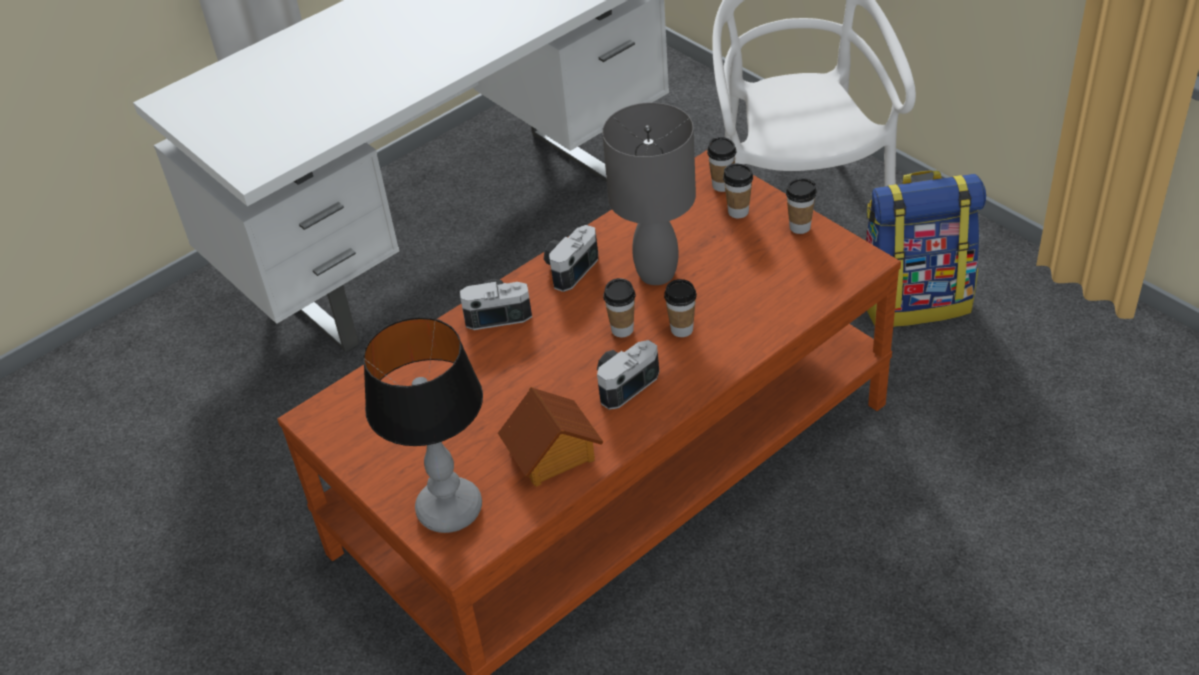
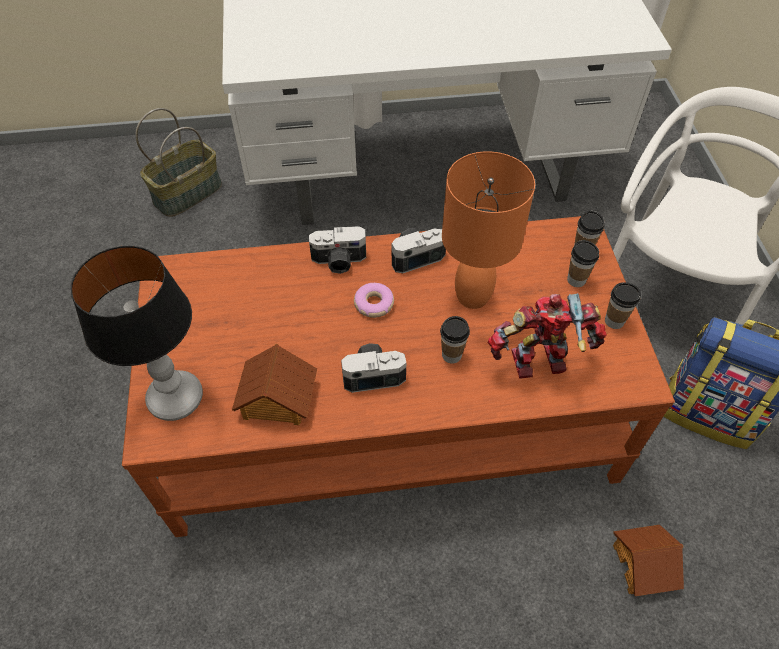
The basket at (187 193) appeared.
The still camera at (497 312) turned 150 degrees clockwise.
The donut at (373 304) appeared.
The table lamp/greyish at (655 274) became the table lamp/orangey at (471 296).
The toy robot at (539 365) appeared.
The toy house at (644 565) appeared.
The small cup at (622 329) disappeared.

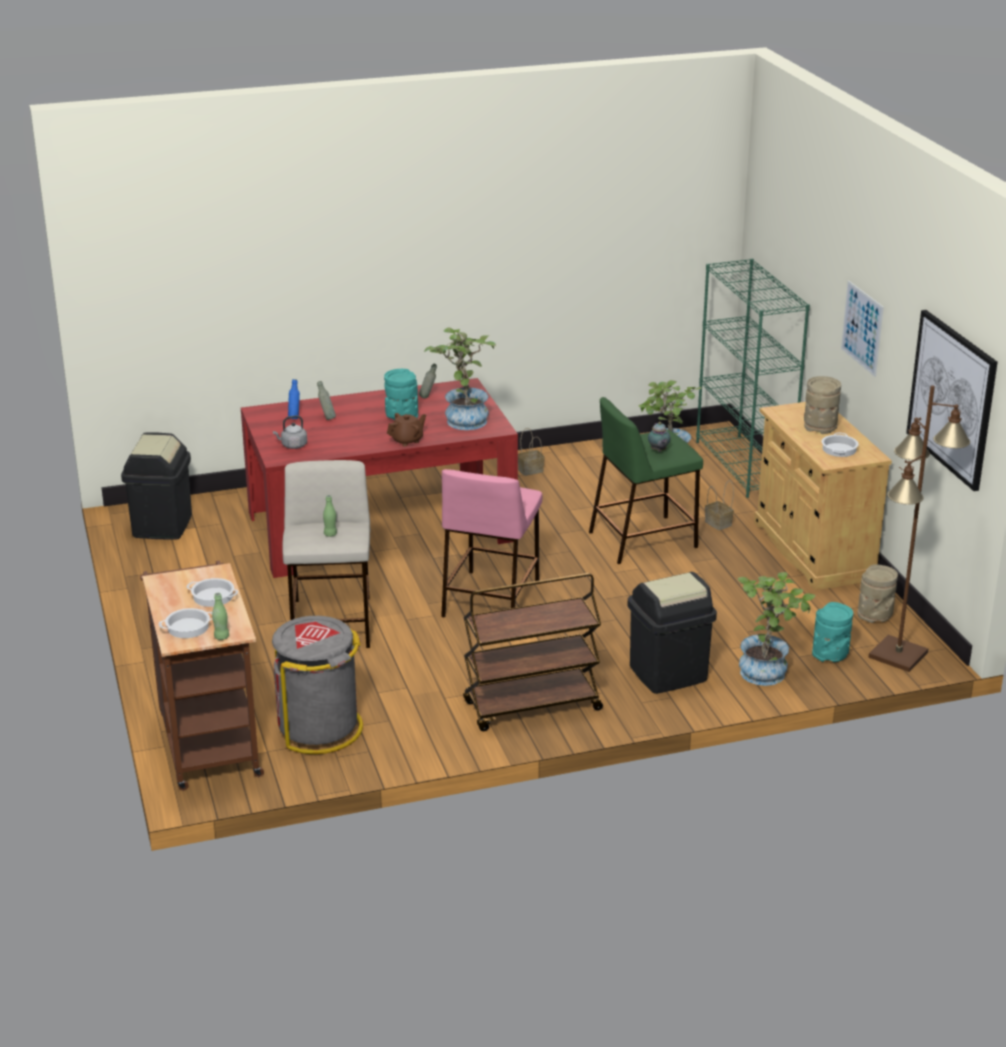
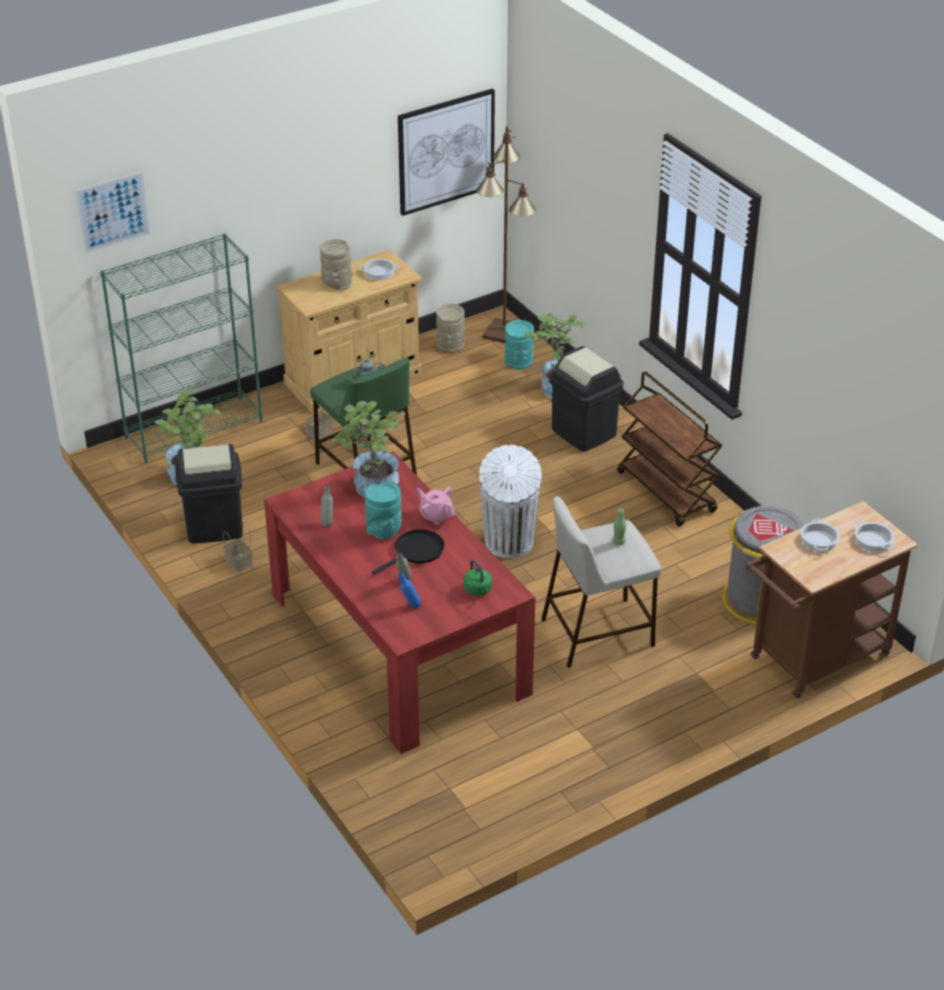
The wall picture moved from (862 328) to (113 212).
The waste bin/black-coloured moved from (162 526) to (214 526).
The skillet/black-coloured at (416 551) appeared.
The teapot/brownish at (407 440) became the teapot/pink at (436 516).
The kettle/greyish at (292 445) became the kettle/green at (478 590).
The stool/pink at (491 598) was replaced by the waste bin/white-coloured at (509 543).
The bottle/green at (221 637) disappeared.

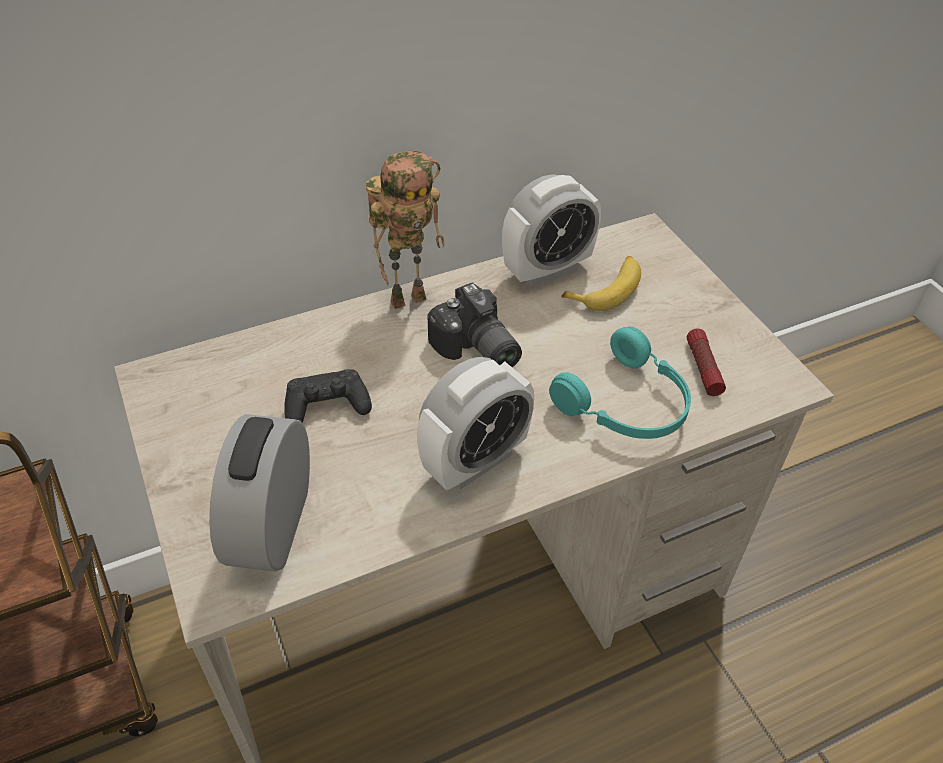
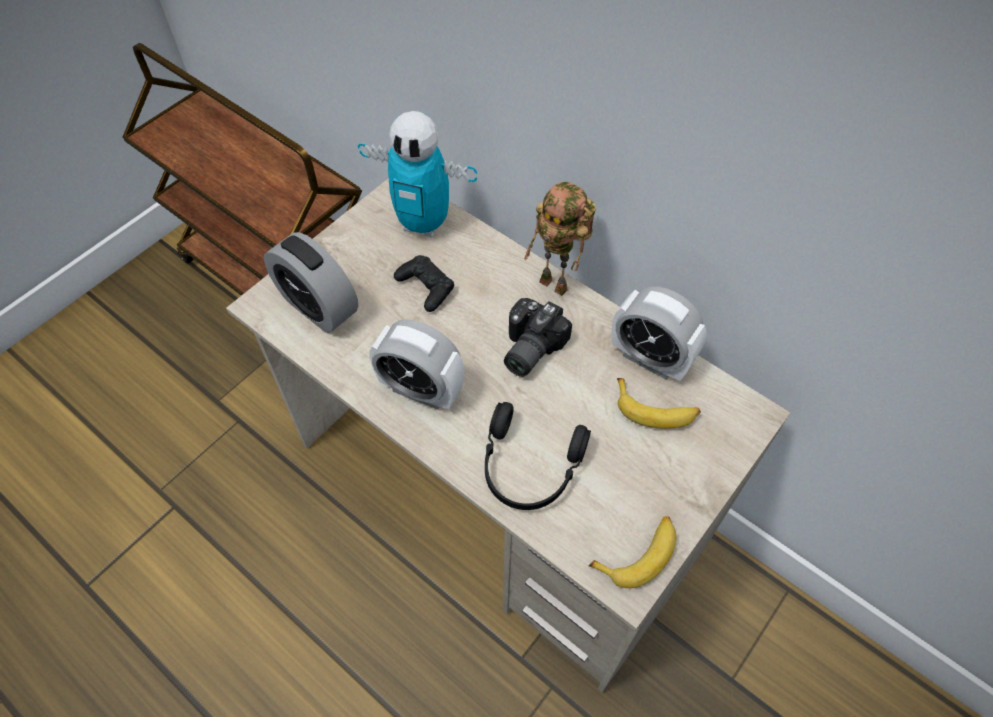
The table clock at (272 524) turned 120 degrees counterclockwise.
The toy robot at (423 224) appeared.
The headphones/turquoise at (627 405) became the headphones/black-coloured at (529 467).
The banana at (638 553) appeared.
The flashlight at (703 368) disappeared.

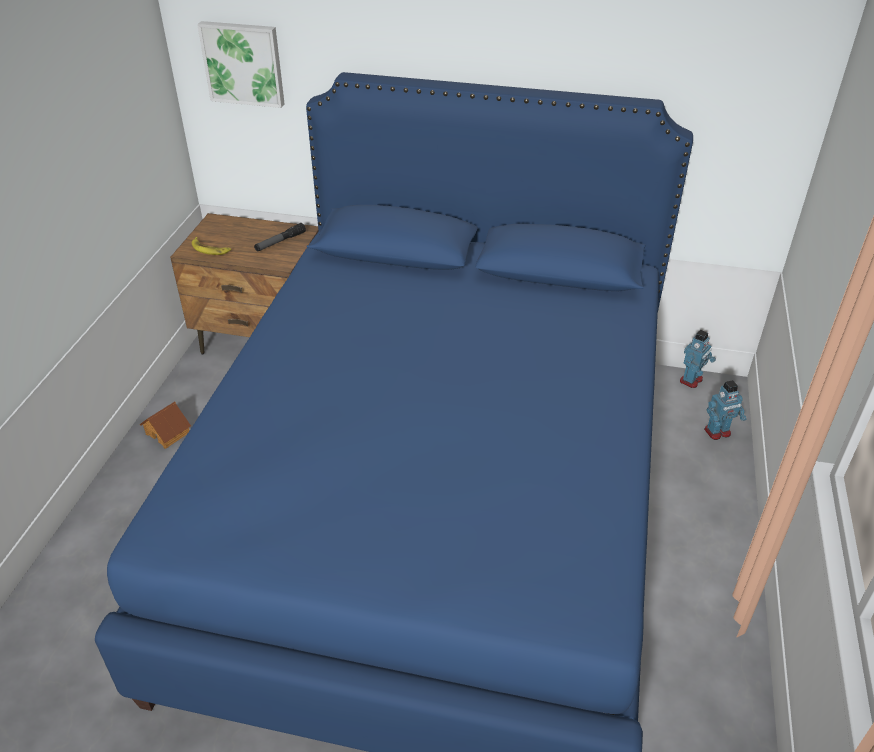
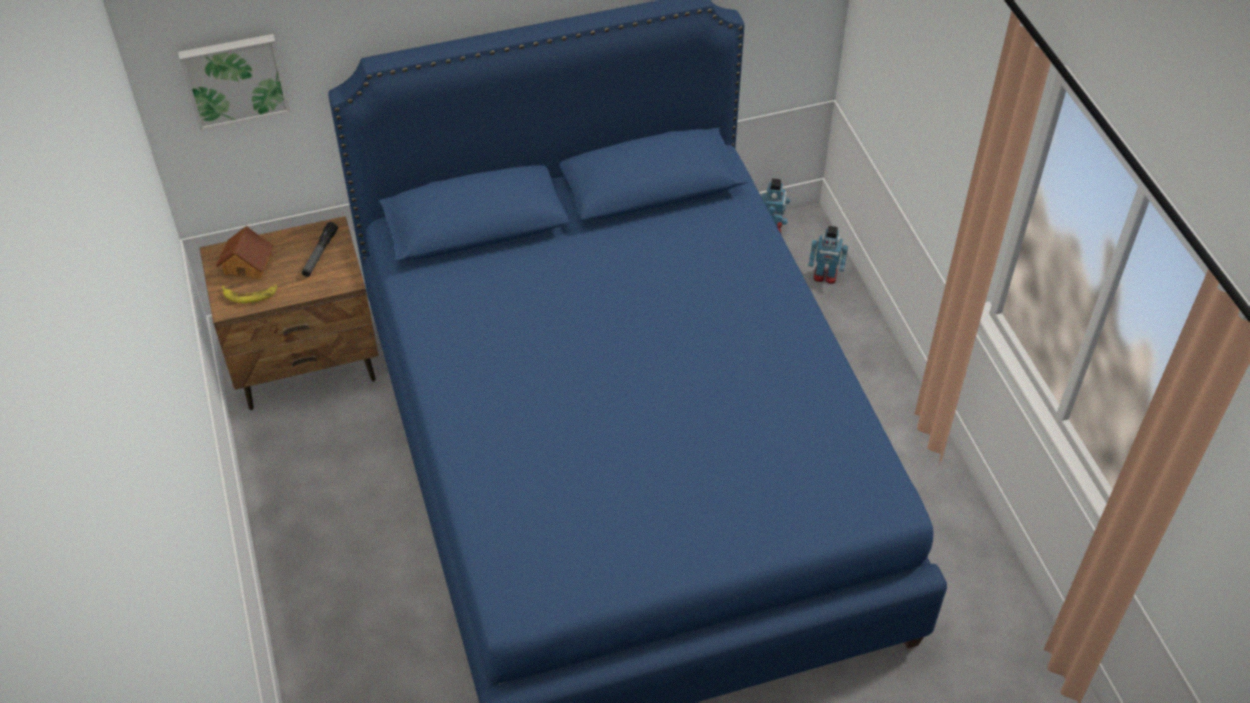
The toy house moved from (168 433) to (248 264).
The toy robot at (717 432) turned 60 degrees clockwise.

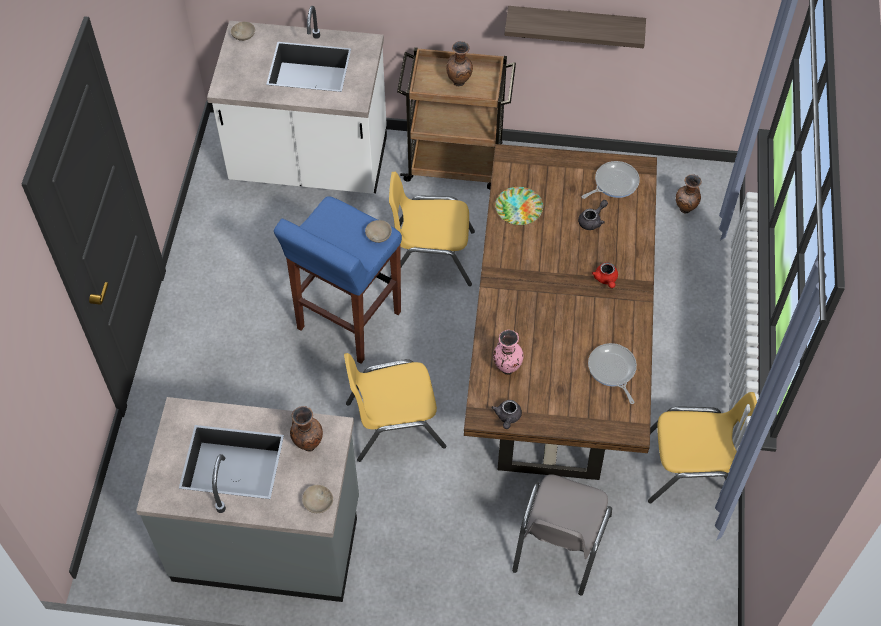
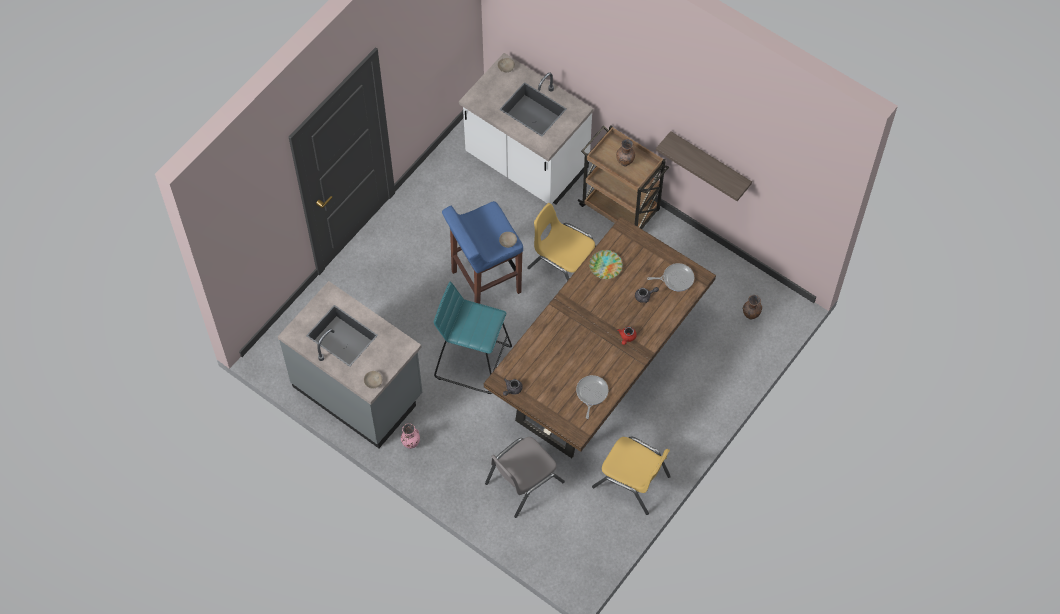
The flower vase/pink moved from (506 368) to (410 444).
The chair/yellowish at (394 423) was replaced by the stool/turquoise at (473 361).
The flower vase/brownish at (307 444) disappeared.

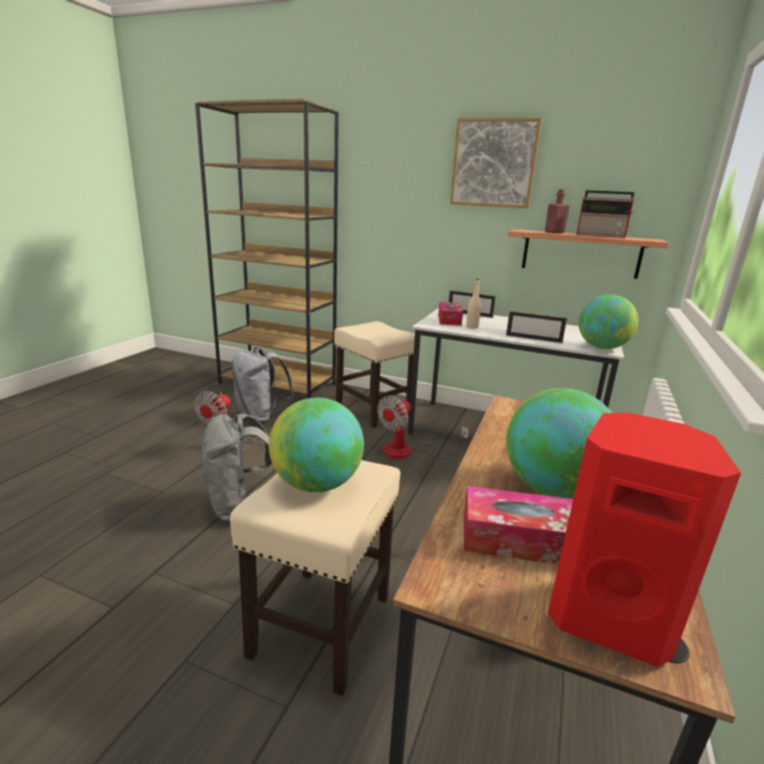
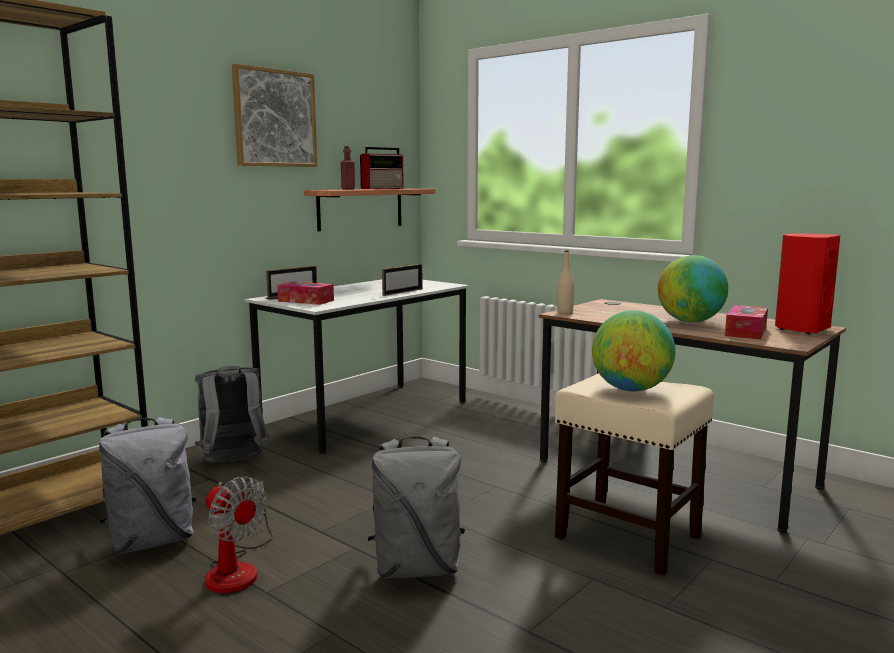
The stool/beige-coloured at (372 410) was replaced by the backpack/greyish at (233 462).
The bottle/beige-coloured moved from (472 327) to (564 312).
The cooling fan at (408 452) disappeared.
The desk globe at (602 347) disappeared.

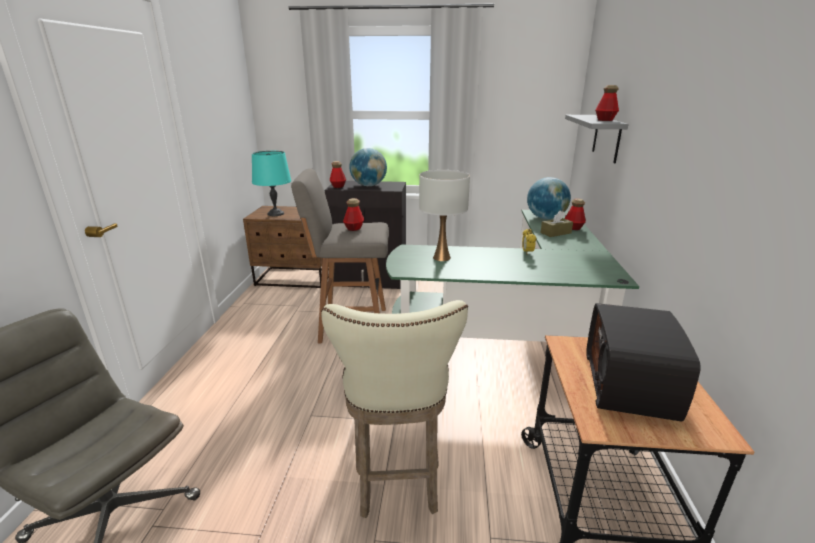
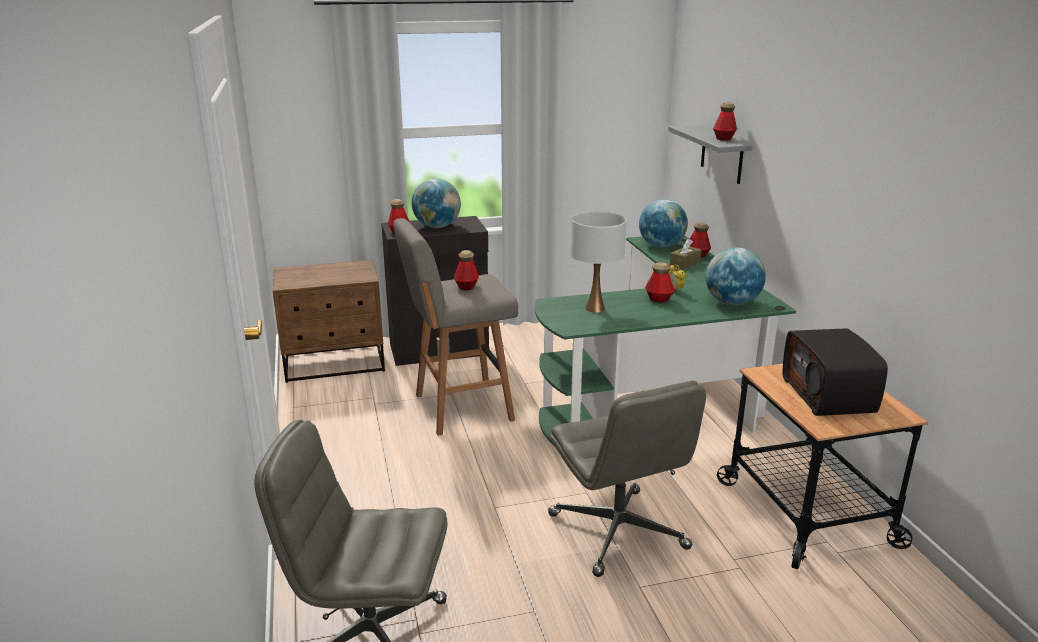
The stool/beige-coloured at (395 470) was replaced by the desk chair/greyish at (619 532).
The bottle at (659 299) appeared.
The desk globe at (732 303) appeared.
The table lamp/turquoise at (276 214) disappeared.

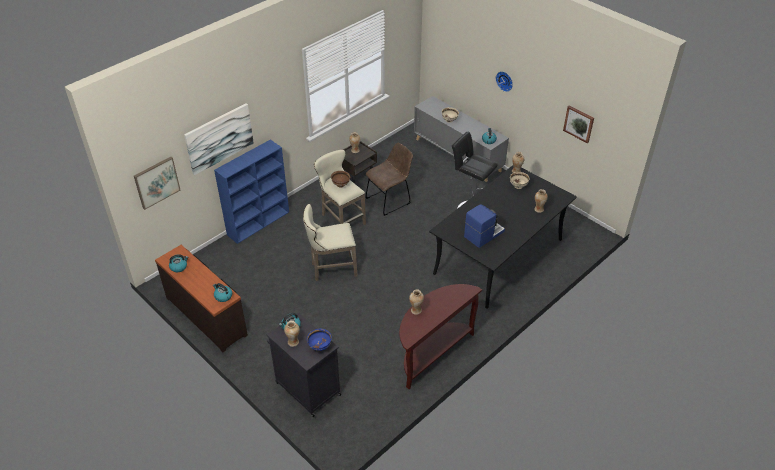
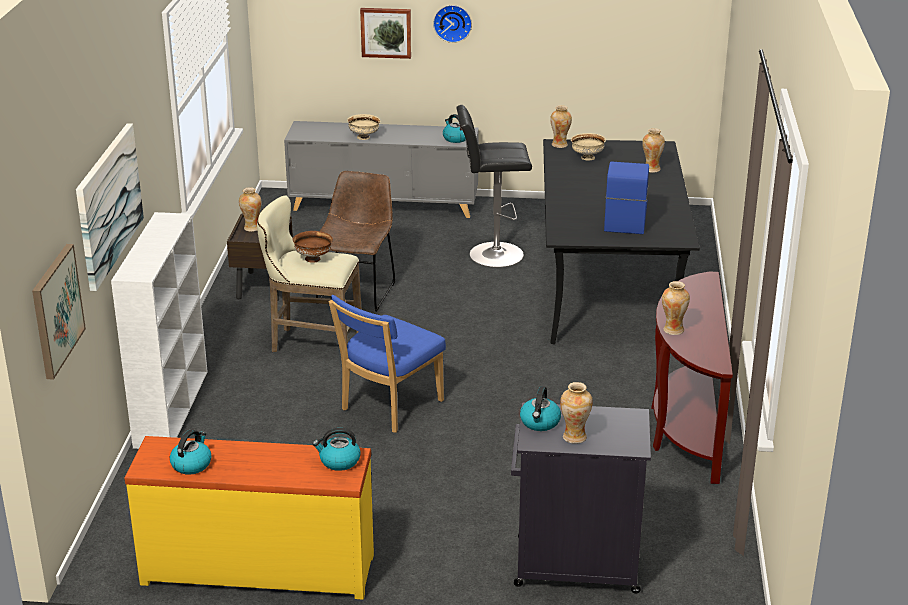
The shelving unit/bluish at (259 223) became the shelving unit/white-coloured at (171 407).
The dresser/brownish at (207 315) became the dresser/yellowish at (259 567).
The stool/beige-coloured at (331 269) was replaced by the chair/bluish at (388 407).
The wall picture moved from (579 123) to (386 32).
The deep dish/bluish at (320 347) disappeared.

